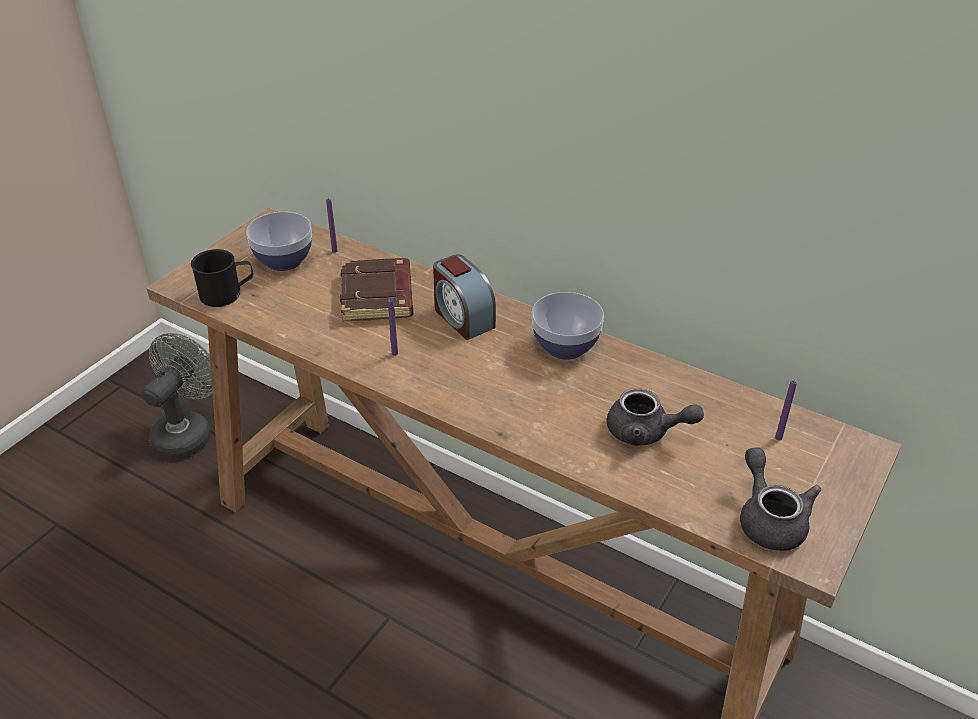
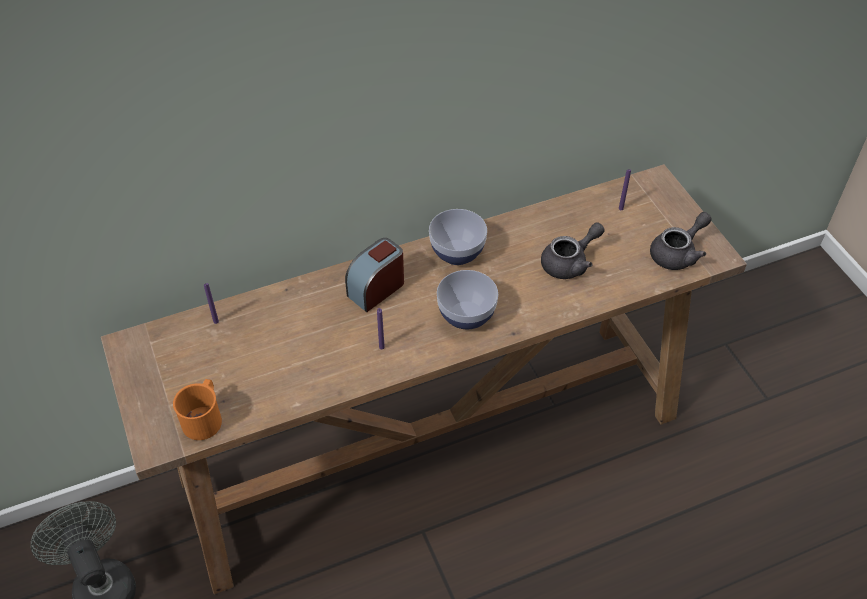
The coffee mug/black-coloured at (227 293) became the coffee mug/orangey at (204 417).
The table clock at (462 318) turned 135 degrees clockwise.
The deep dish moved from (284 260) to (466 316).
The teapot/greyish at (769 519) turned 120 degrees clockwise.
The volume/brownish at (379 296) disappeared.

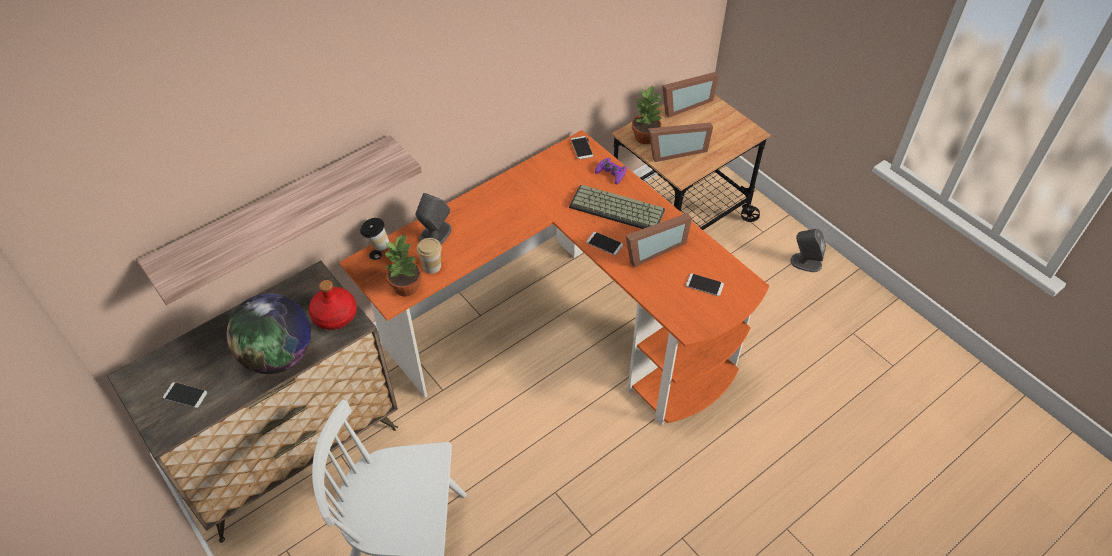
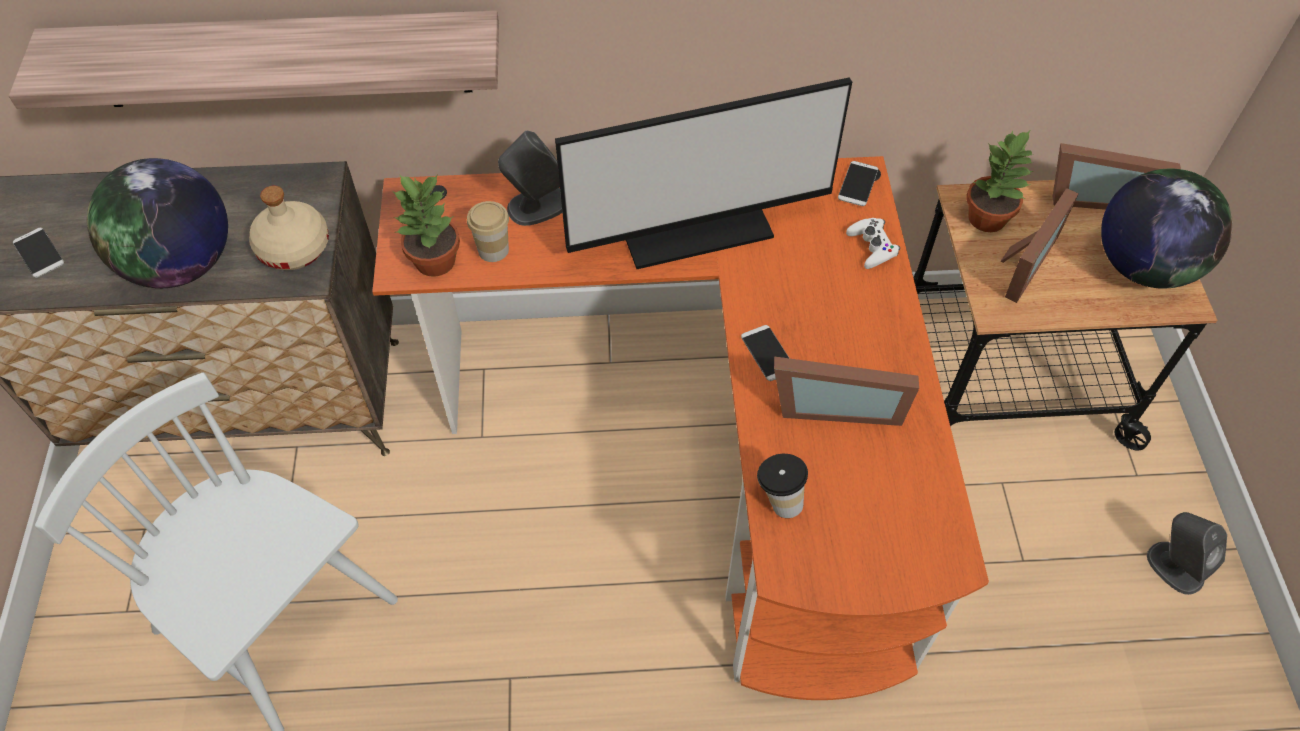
The bottle/reddish at (335 315) became the bottle/beige-coloured at (295 247).
The computer screen at (694 225) appeared.
The small cup moved from (377 246) to (778 501).
The game controller/purple-coloured at (611 173) became the game controller/white-coloured at (872 246).
The picture frame at (675 151) turned 75 degrees counterclockwise.
The desk globe at (1142 266) appeared.
The PC keyboard at (615 210) disappeared.
The handset at (704 285) disappeared.

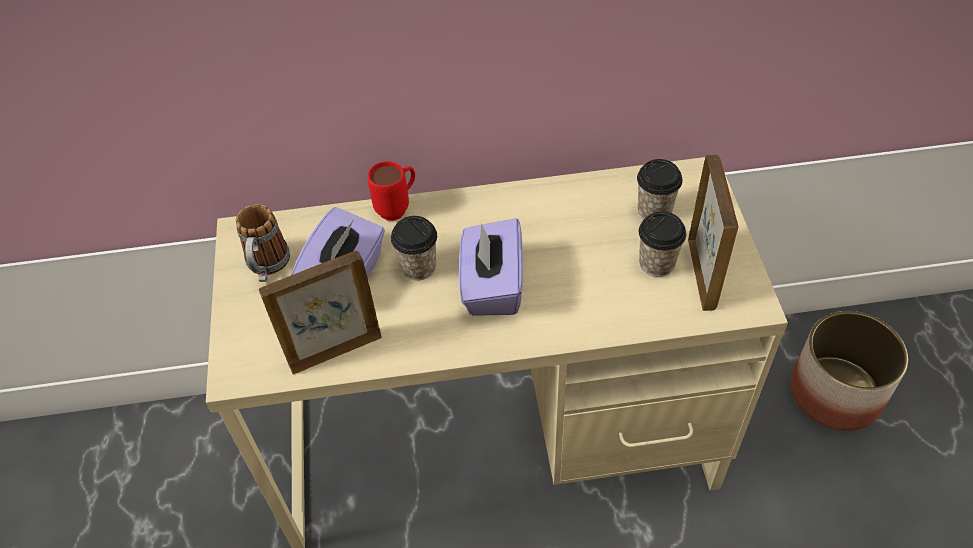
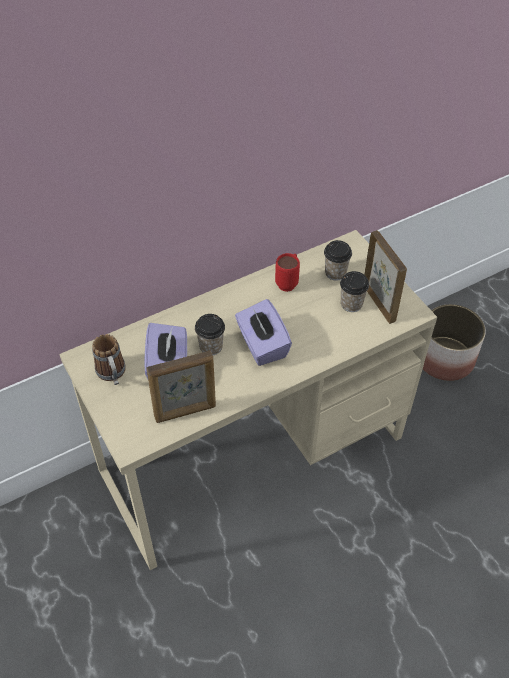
The picture frame at (334 350) turned 150 degrees counterclockwise.
The coffee mug/reddish moved from (398 208) to (288 282).

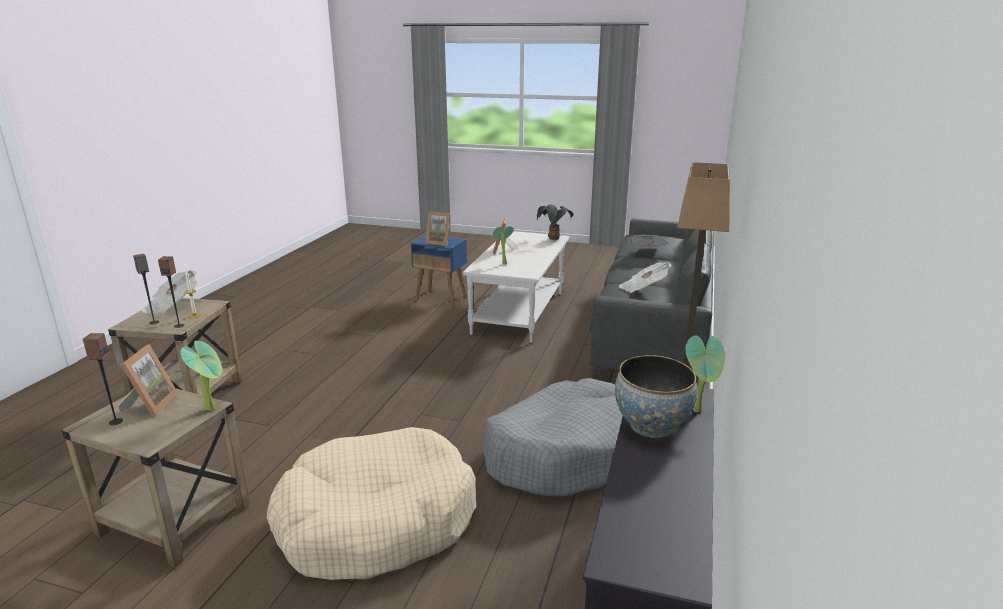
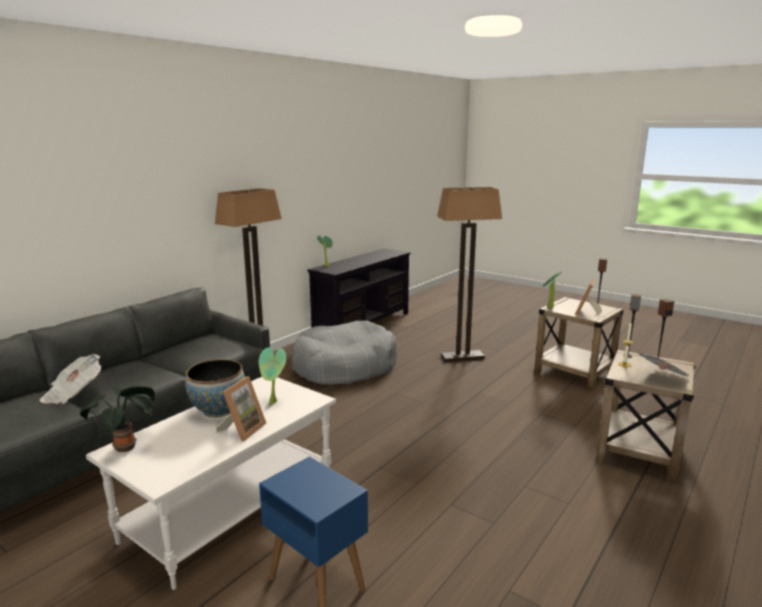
The deep dish moved from (651 426) to (218 410).
The dog bed/beige-coloured at (376 521) was replaced by the floor lamp at (462 358).
The picture frame at (439 242) disappeared.
The daily paper at (643 289) disappeared.

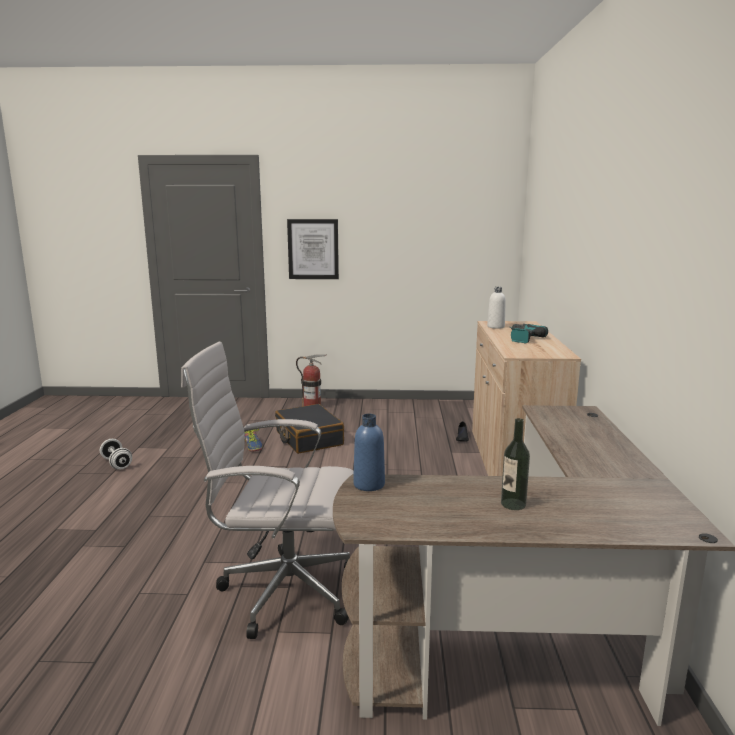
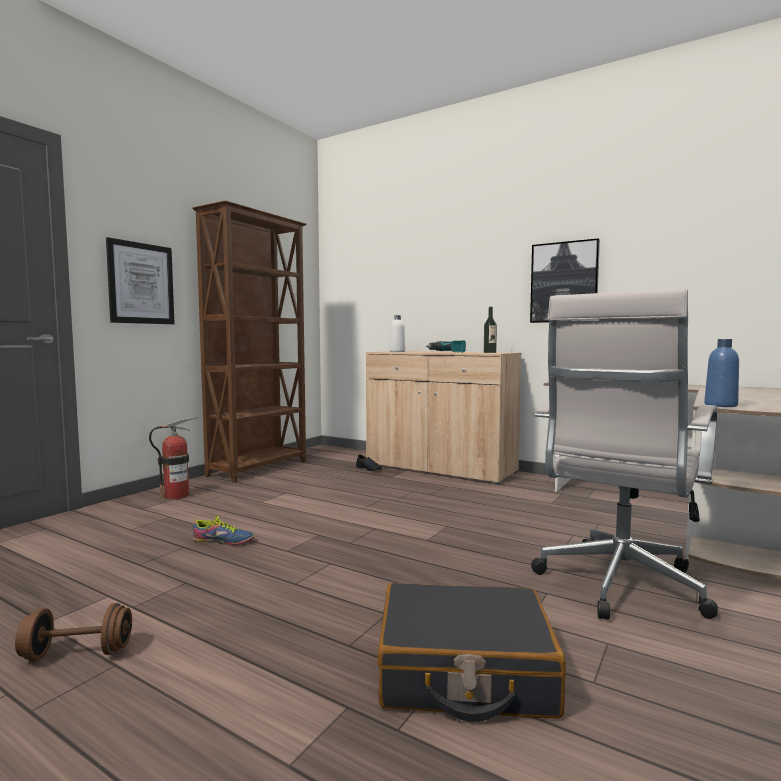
The dumbbell/white-coloured at (117 463) became the dumbbell/brownish at (77 653).
The shelving unit/brownish at (260 468) appeared.
The travel case/black-coloured moved from (308 438) to (464 672).
The bottle moved from (513 504) to (489 352).
The wall picture at (564 282) appeared.

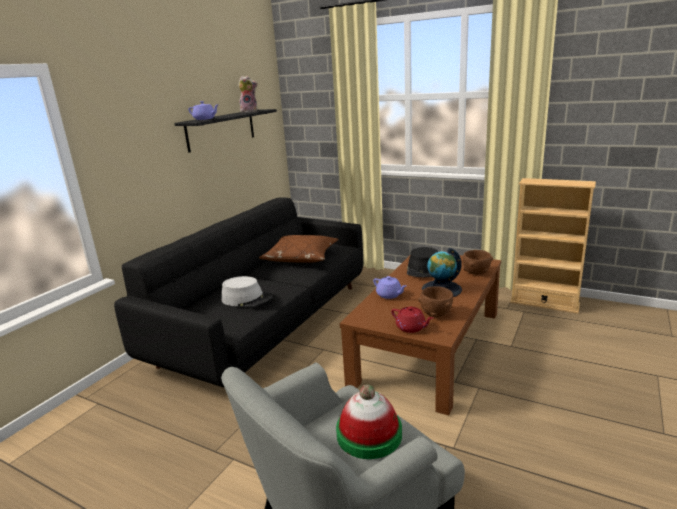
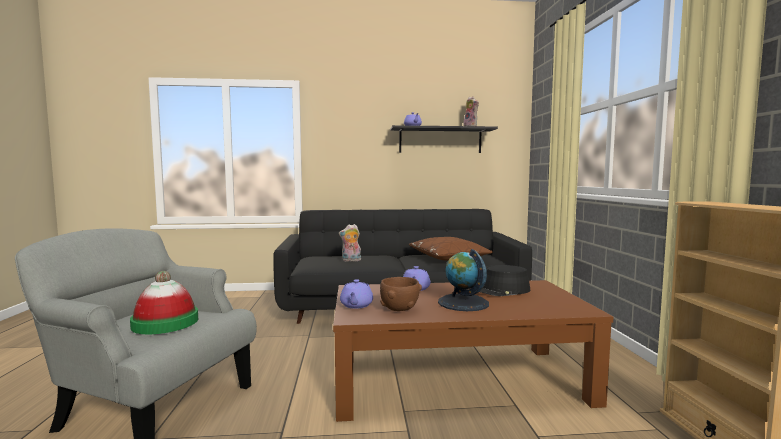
The hat/greyish at (247 299) was replaced by the cuddly toy at (351 260).
The teapot/reddish at (411 328) became the teapot/purple-coloured at (356 305).
The deep dish/brownish at (476 272) disappeared.

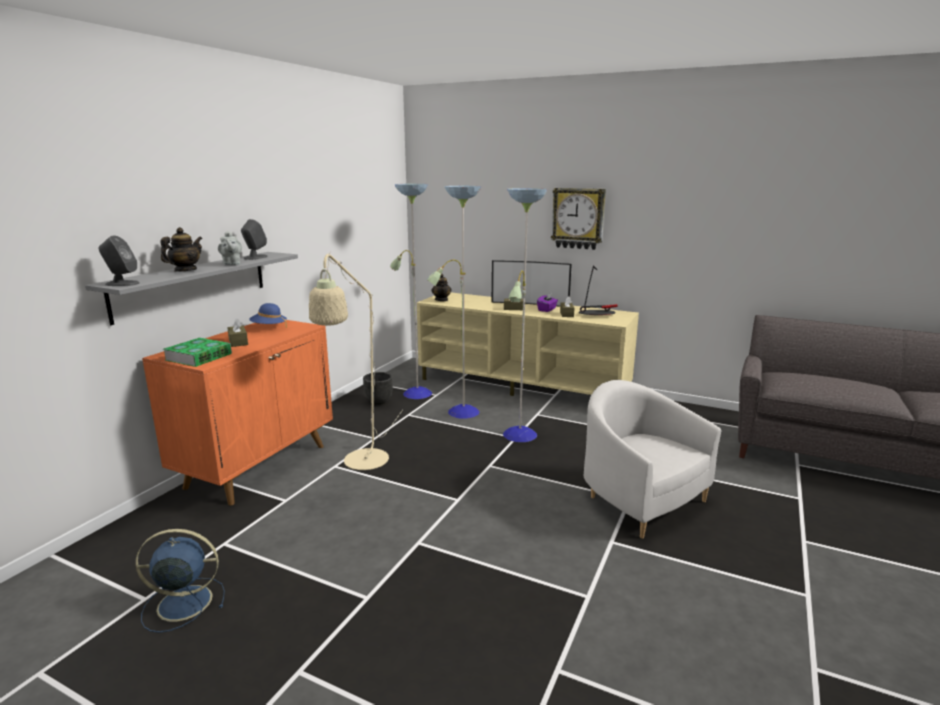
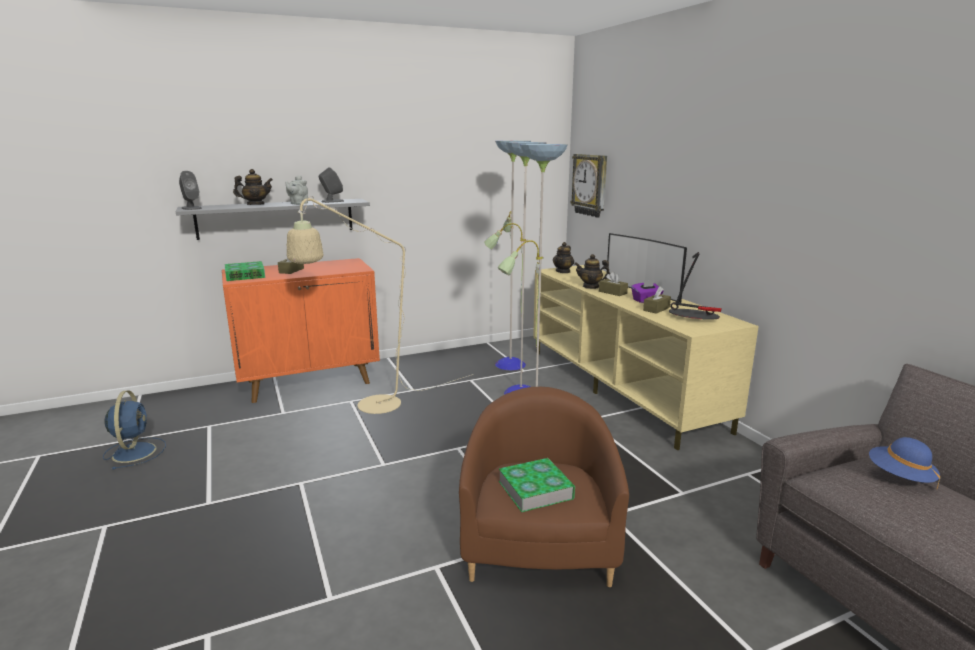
The cooling fan/bluish at (182 603) turned 45 degrees clockwise.
The easy chair/white-coloured at (639 499) became the easy chair/brownish at (538 545).
The volume at (535 490) appeared.
The hanging clock moved from (578 218) to (590 185).
The teapot at (591 286) appeared.
The hat/bluish moved from (269 327) to (900 477).
The flower pot/black-coloured at (379 401) disappeared.

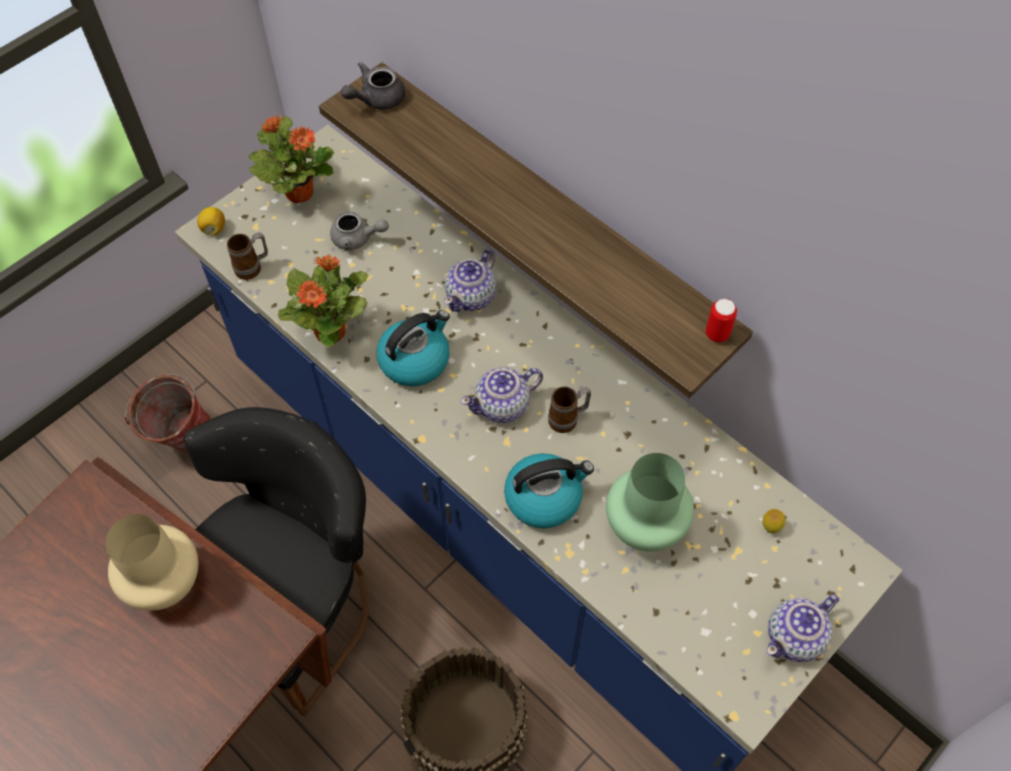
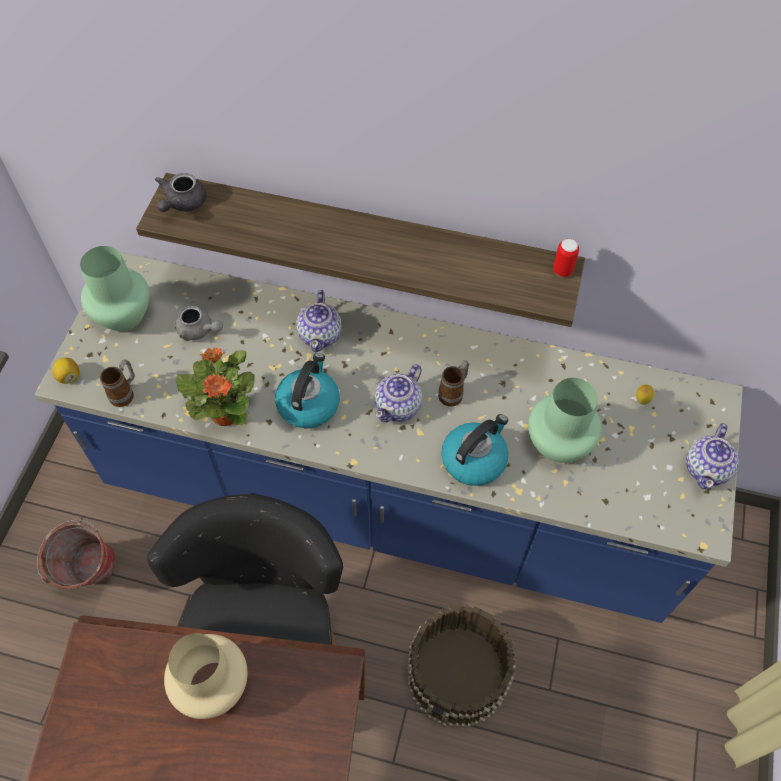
The houseplant at (298 192) was replaced by the flower vase/green at (124 315).
The teapot/greyish at (357 239) turned 45 degrees clockwise.

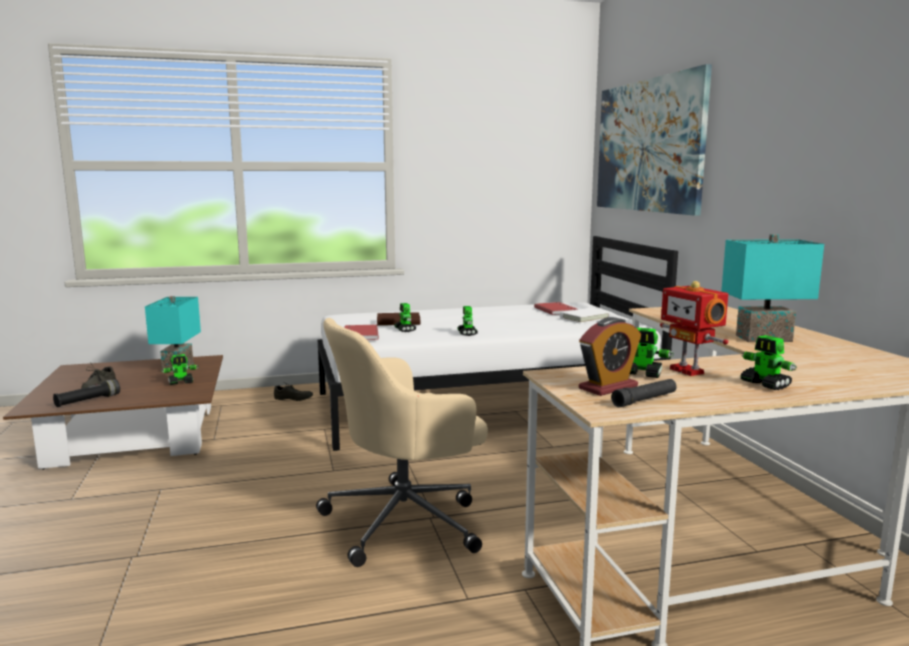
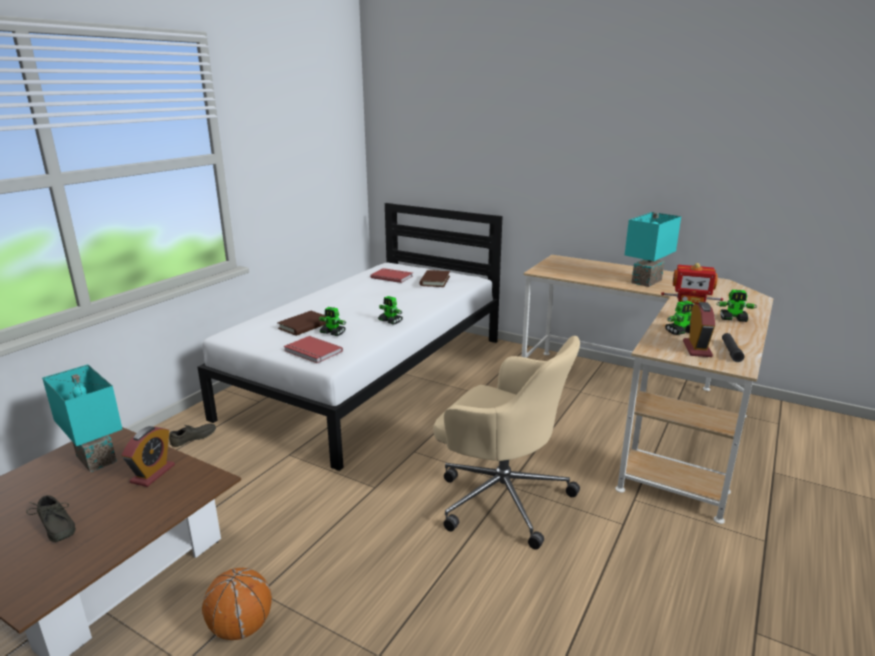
The toy robot at (181 382) was replaced by the table clock at (152 474).
The ball for basketball at (241 628) appeared.
The volume/white-coloured at (584 318) became the volume/brownish at (435 281).
The desk chair/beige-coloured at (406 521) turned 75 degrees counterclockwise.
The flashlight/black-coloured at (88 401) disappeared.
The wall picture at (648 146) disappeared.

